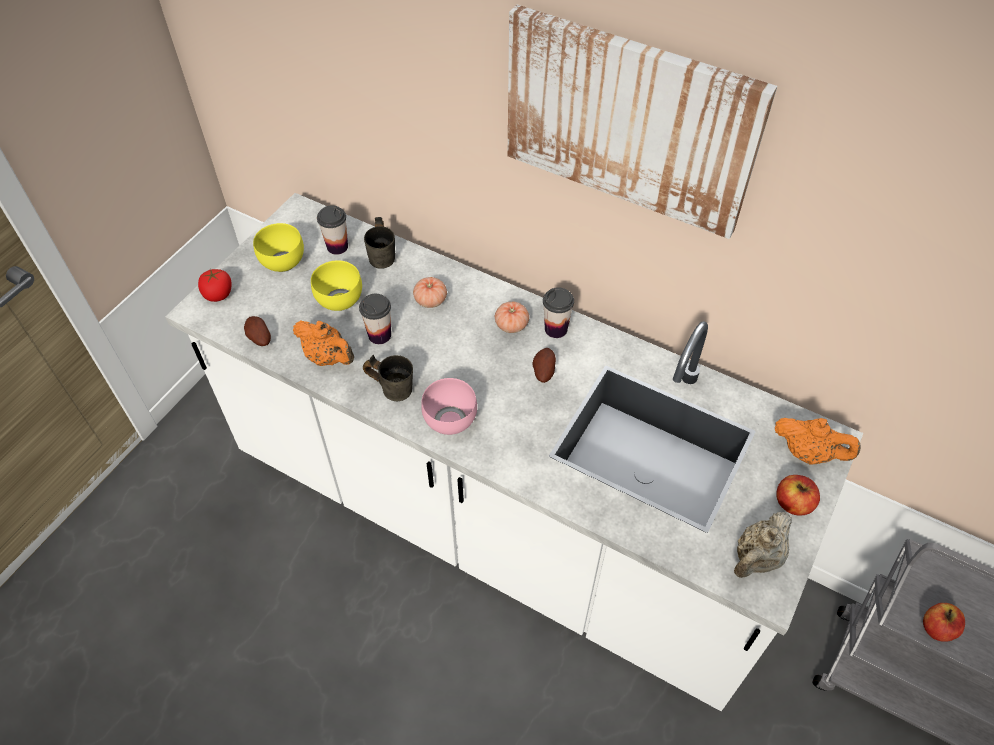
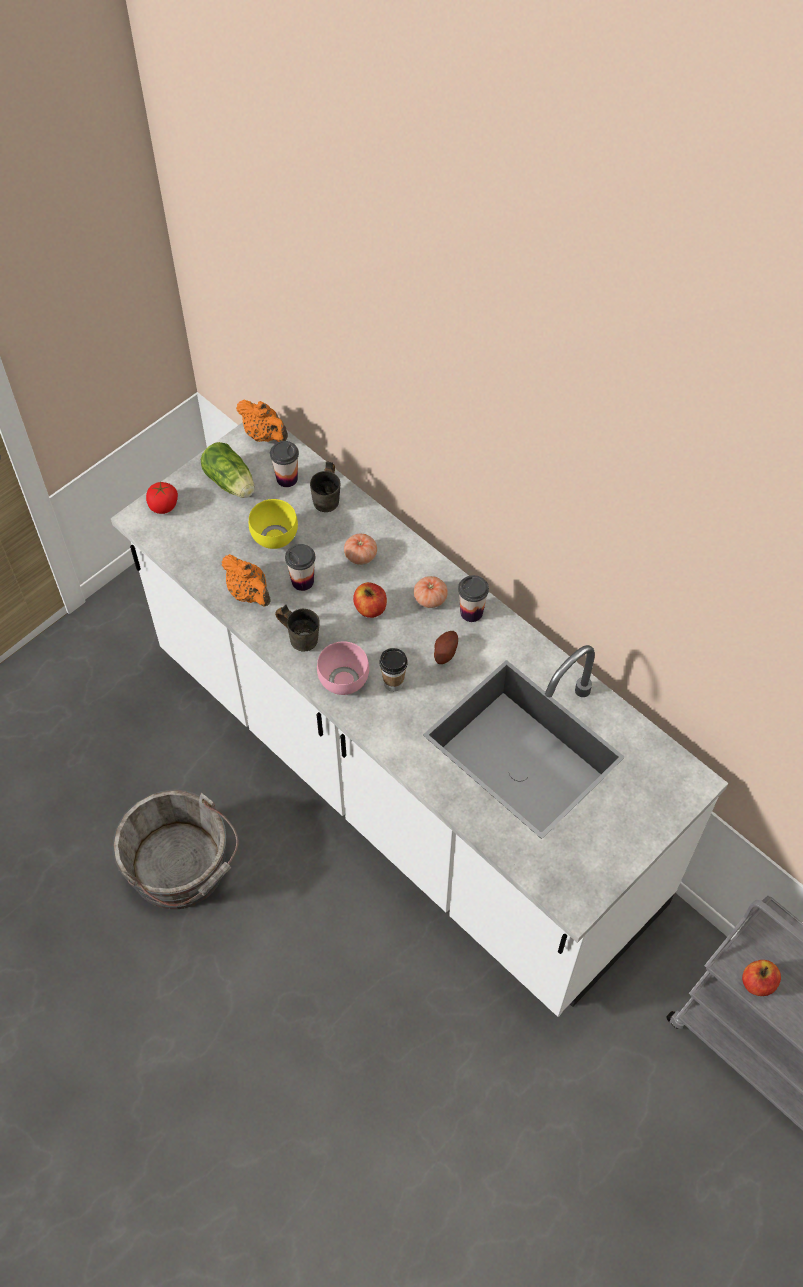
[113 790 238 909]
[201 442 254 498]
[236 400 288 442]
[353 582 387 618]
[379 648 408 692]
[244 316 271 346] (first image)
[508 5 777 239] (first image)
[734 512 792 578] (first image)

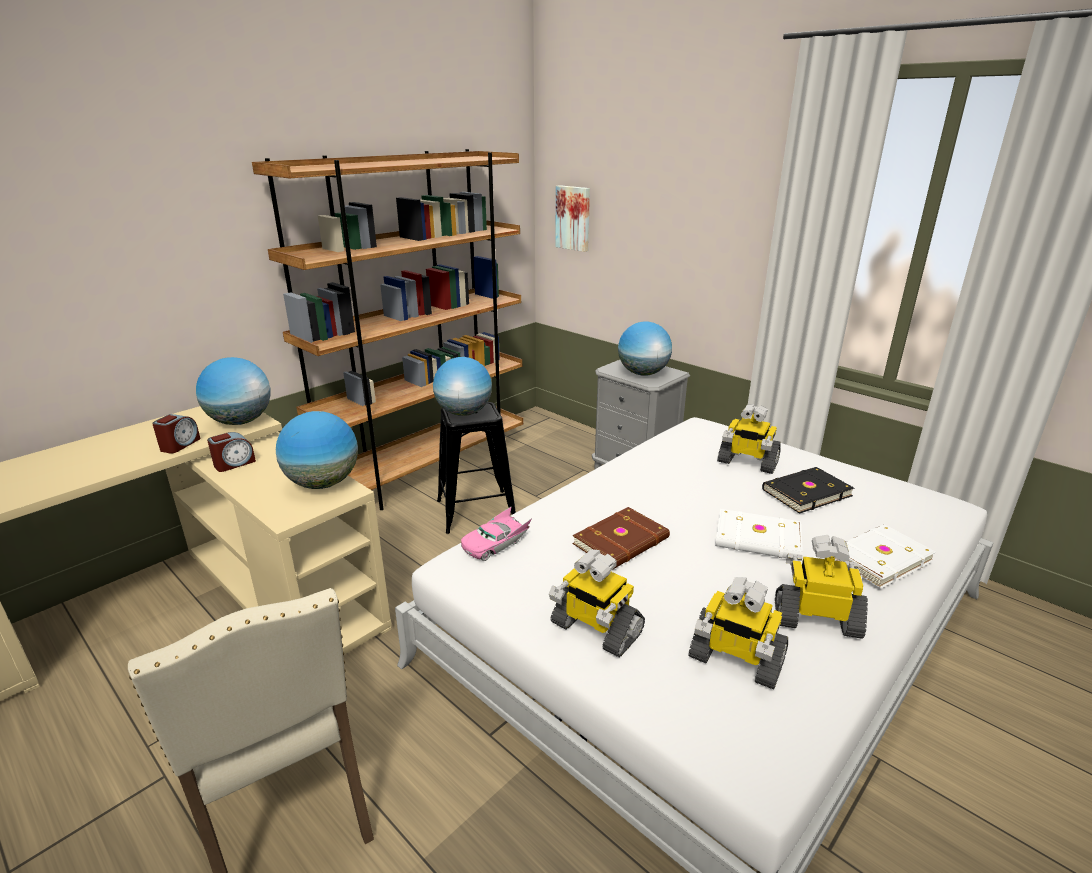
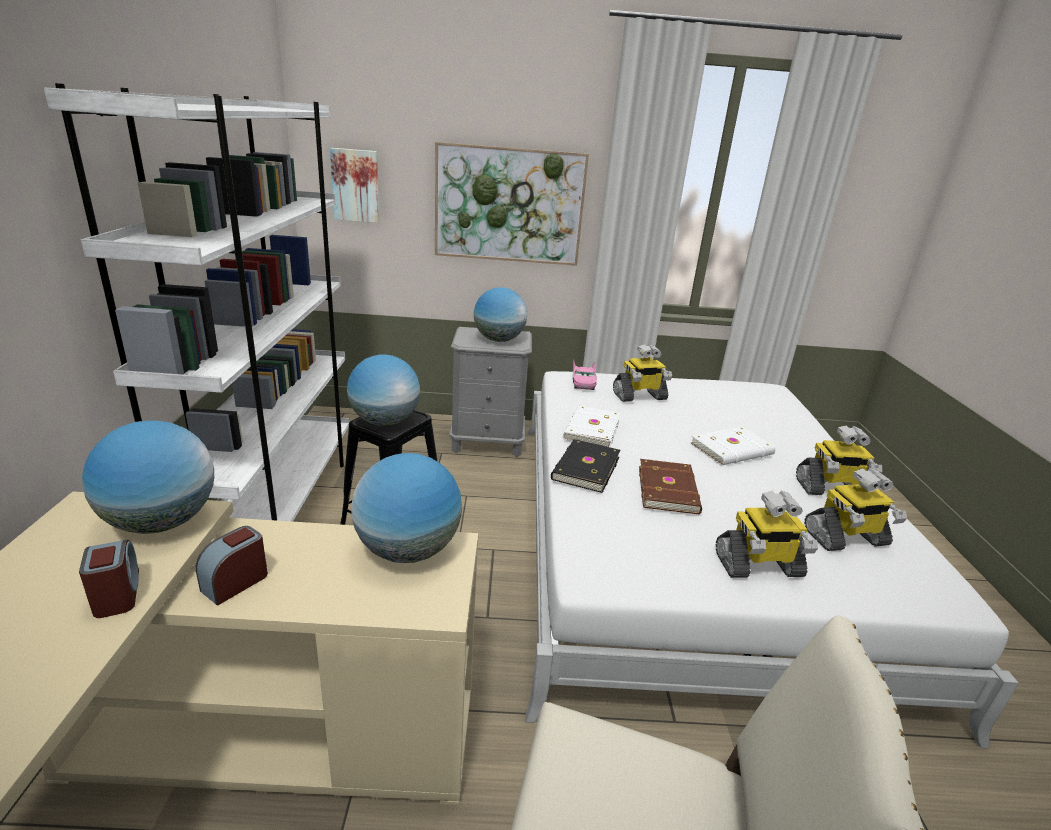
[44 83 349 522]
[196 526 268 606]
[435 142 589 266]
[551 439 620 493]
[563 406 621 447]
[573 361 597 390]
[796 425 883 495]

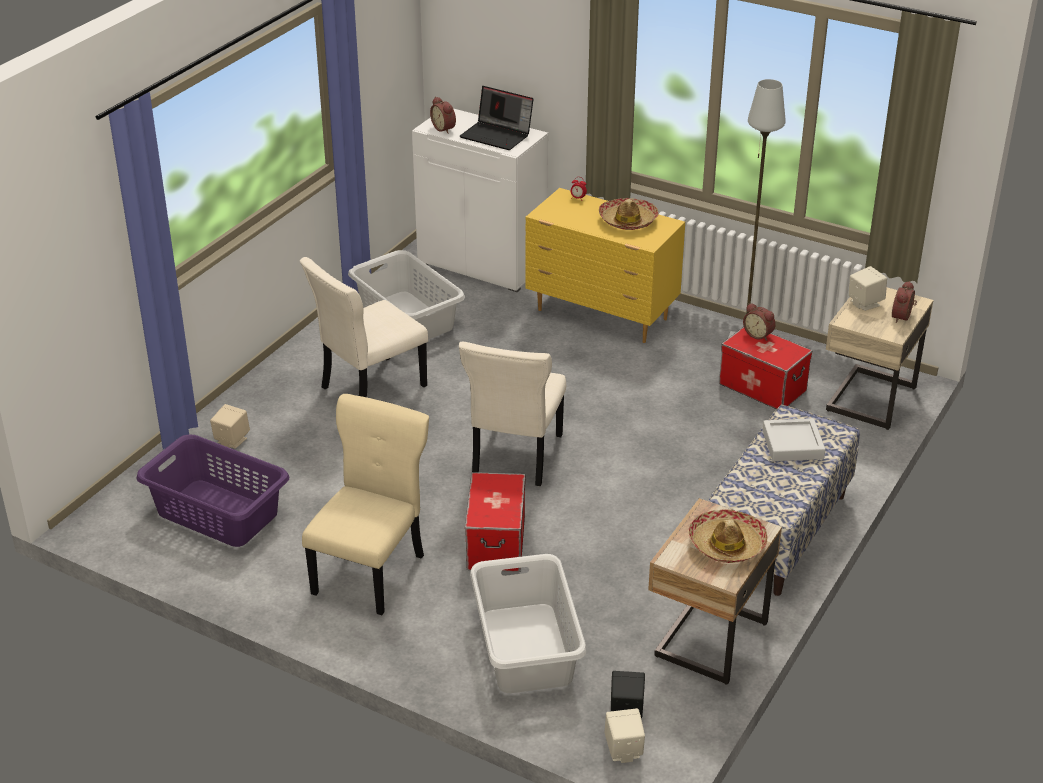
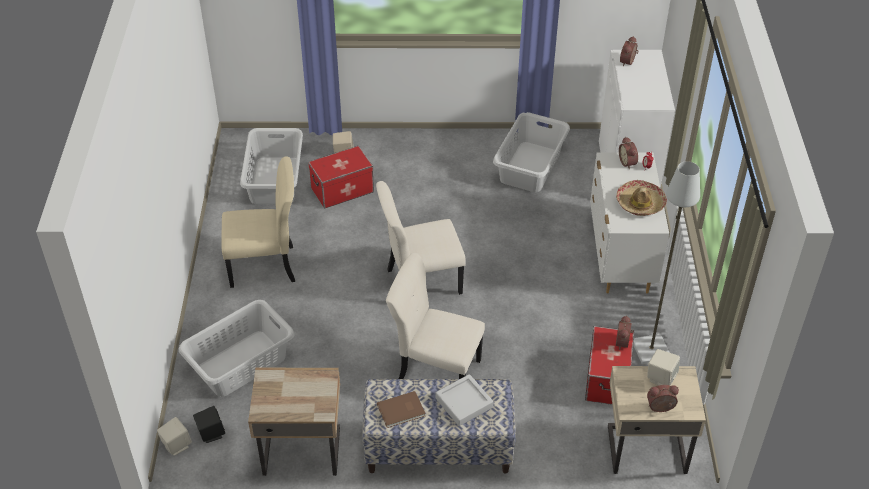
[240 128 303 204]
[308 146 374 209]
[377 391 426 428]
[386 253 485 379]
[590 152 669 294]
[619 137 638 169]
[460 86 534 150] (first image)
[689 509 768 563] (first image)

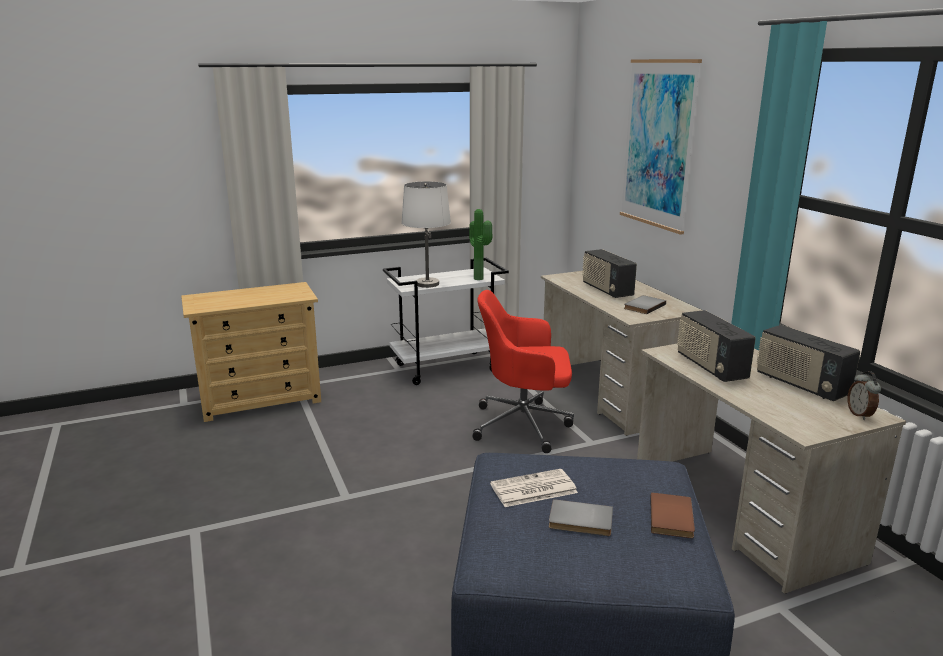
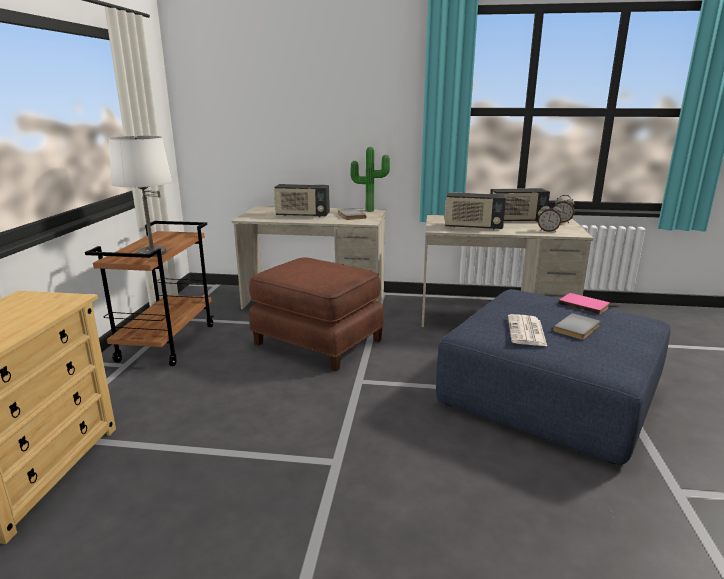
[85 221 213 366]
[249 258 384 371]
[351 147 390 212]
[538 202 562 232]
[558 293 609 315]
[620 59 702 235] (first image)

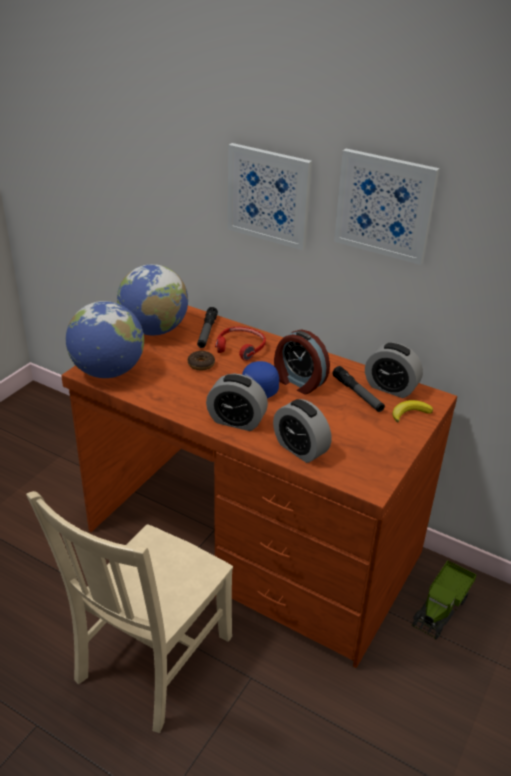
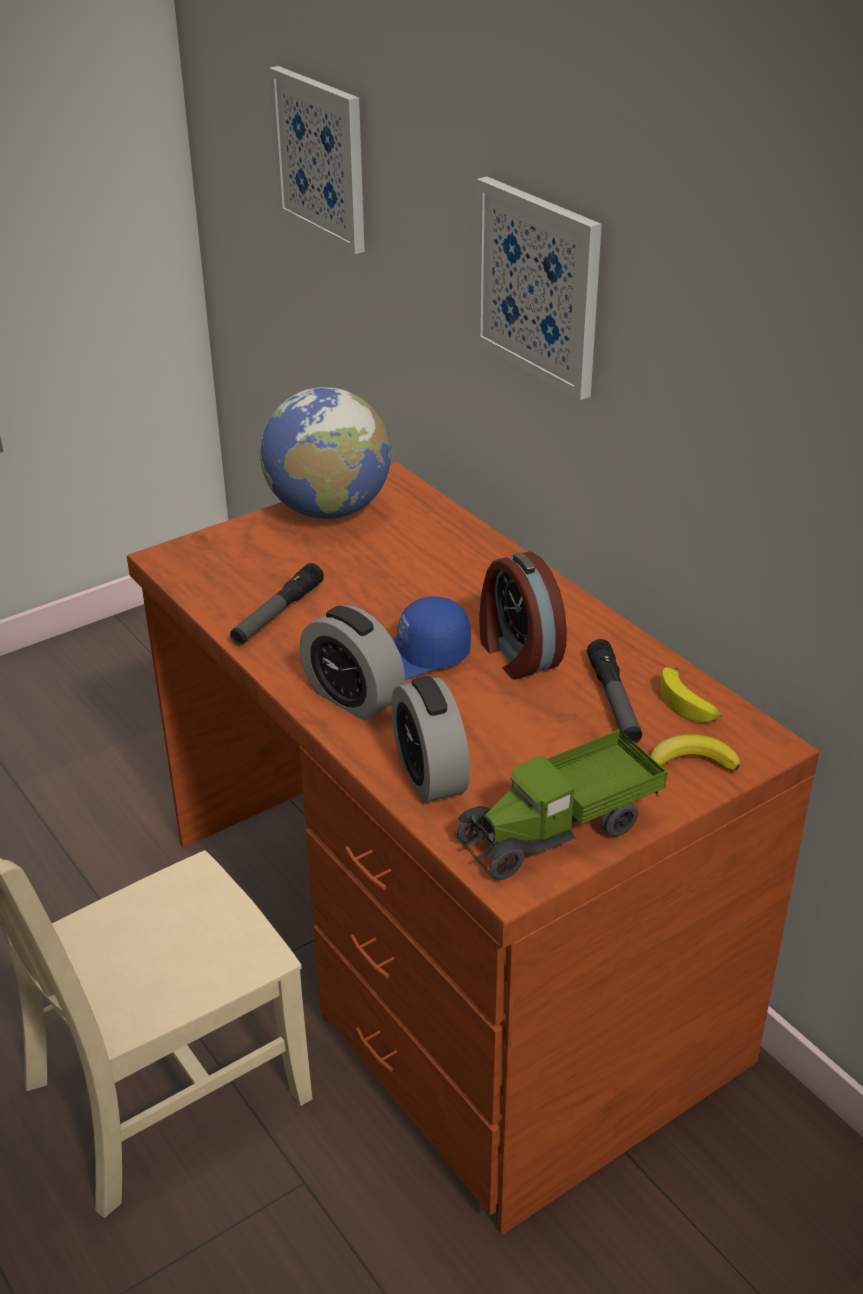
[230 563 324 645]
[269 66 365 254]
[454 729 667 880]
[661 667 722 722]
[66 301 144 378] (first image)
[188 351 215 370] (first image)
[215 327 266 361] (first image)

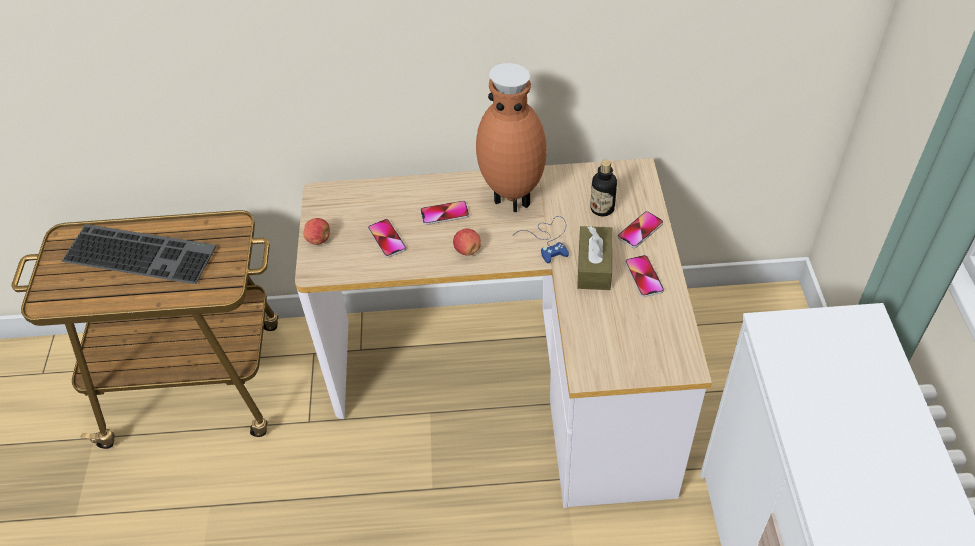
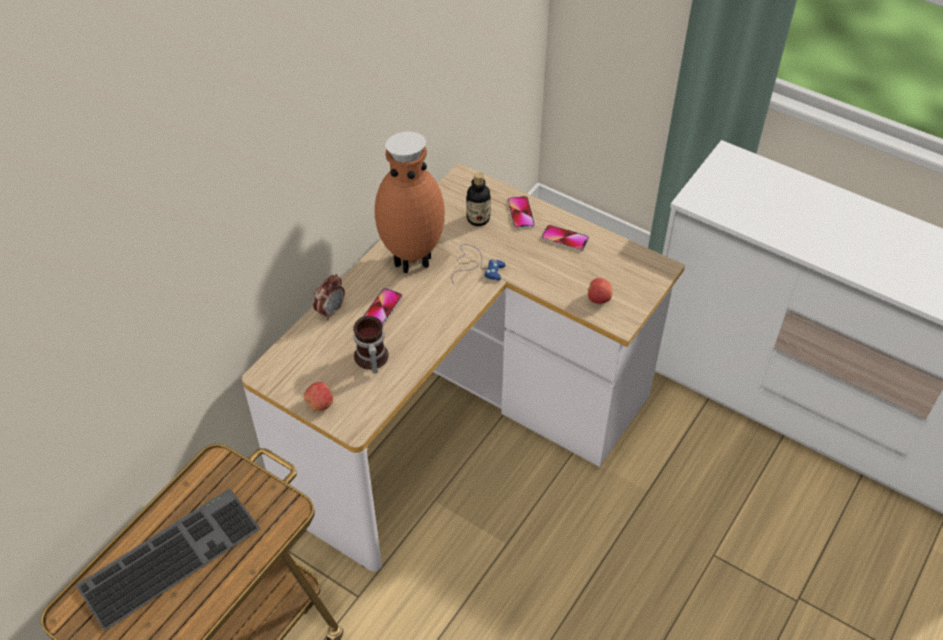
[313 274 345 320]
[353 316 389 374]
[587 278 612 304]
[577 226 613 290] (first image)

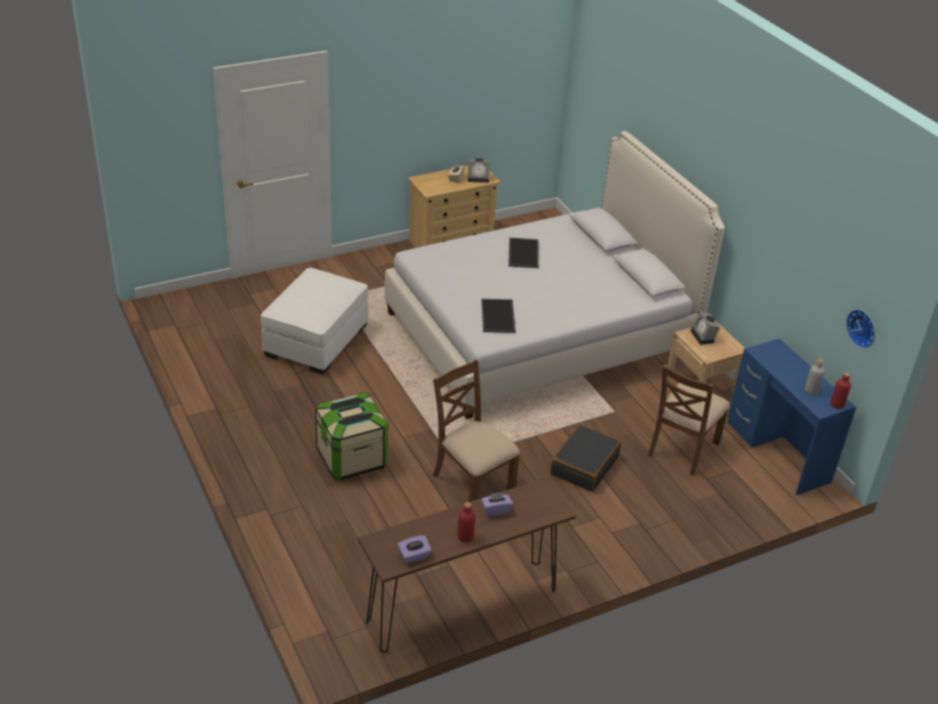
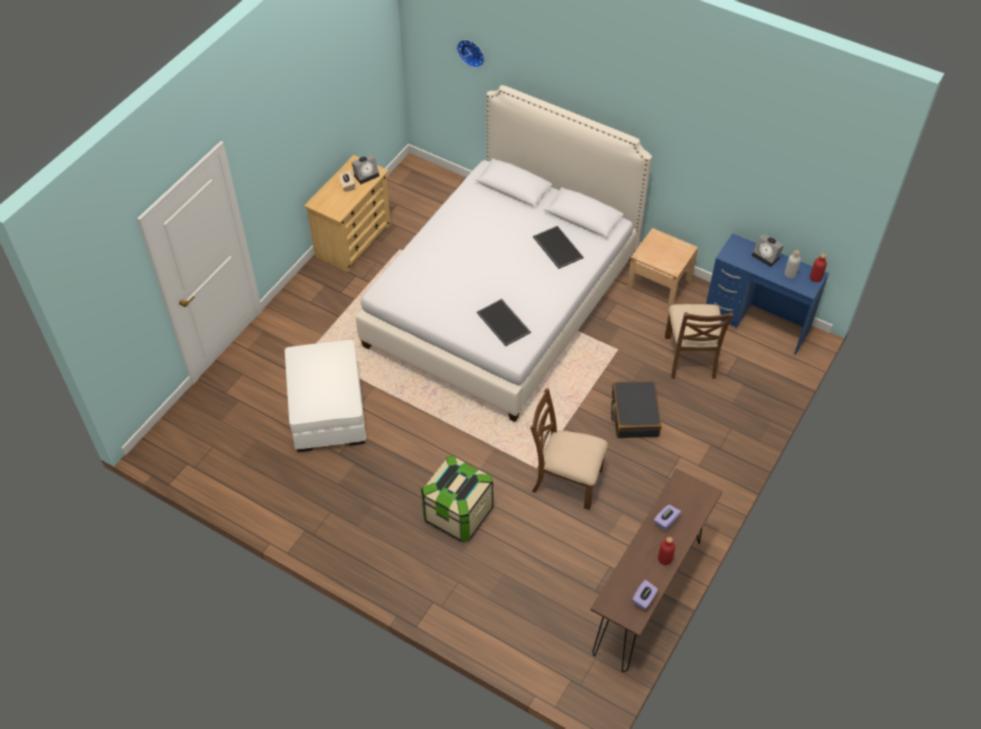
[457 39 484 68]
[533 226 584 269]
[752 234 784 267]

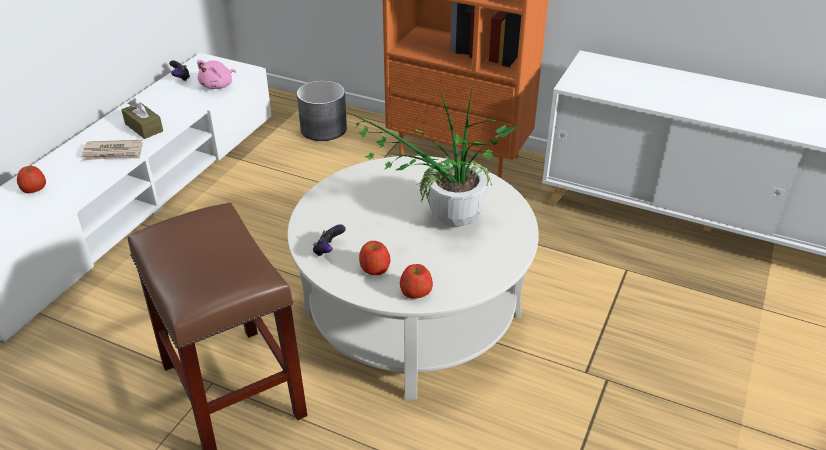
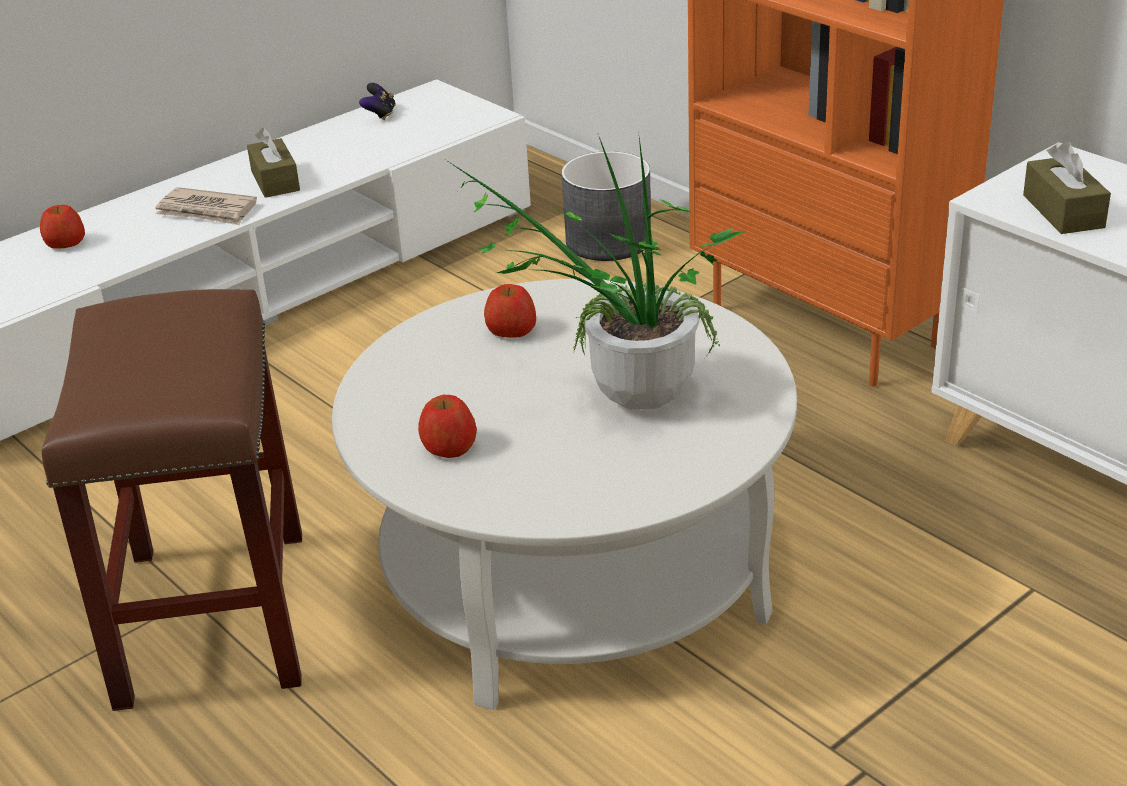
[484 284 536 338]
[1023 142 1111 234]
[197 60 236 89] (first image)
[313 224 346 256] (first image)

